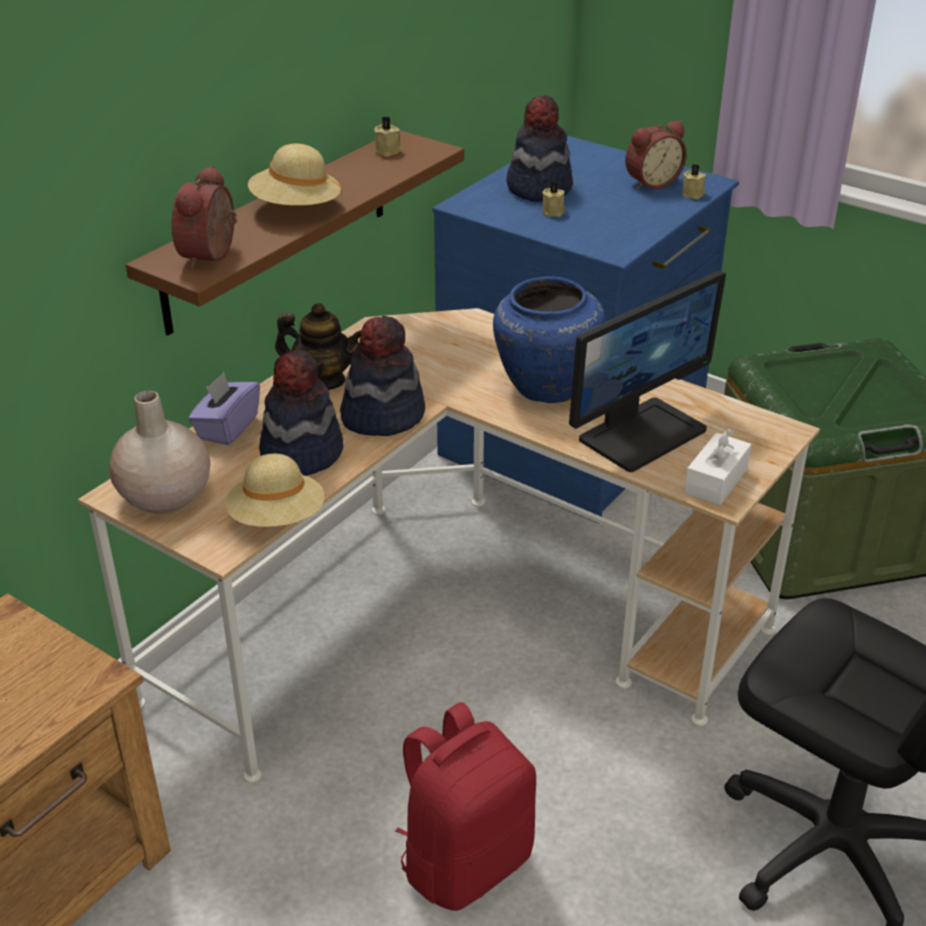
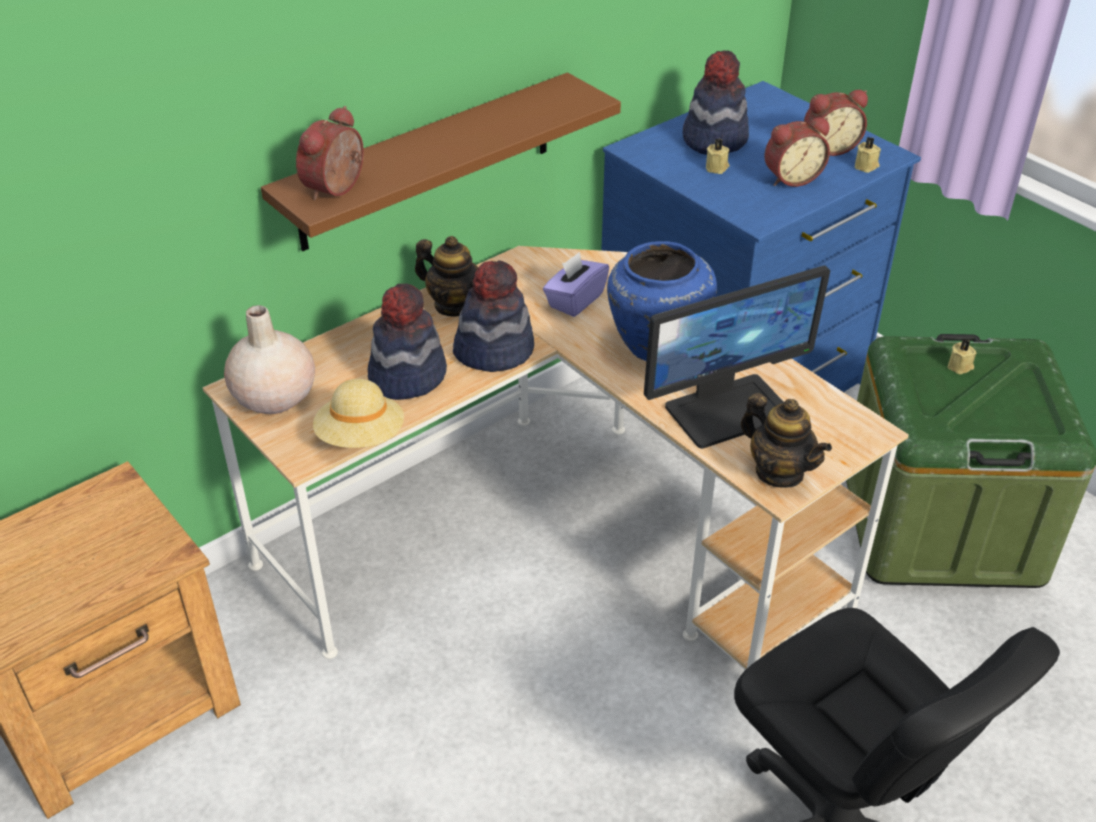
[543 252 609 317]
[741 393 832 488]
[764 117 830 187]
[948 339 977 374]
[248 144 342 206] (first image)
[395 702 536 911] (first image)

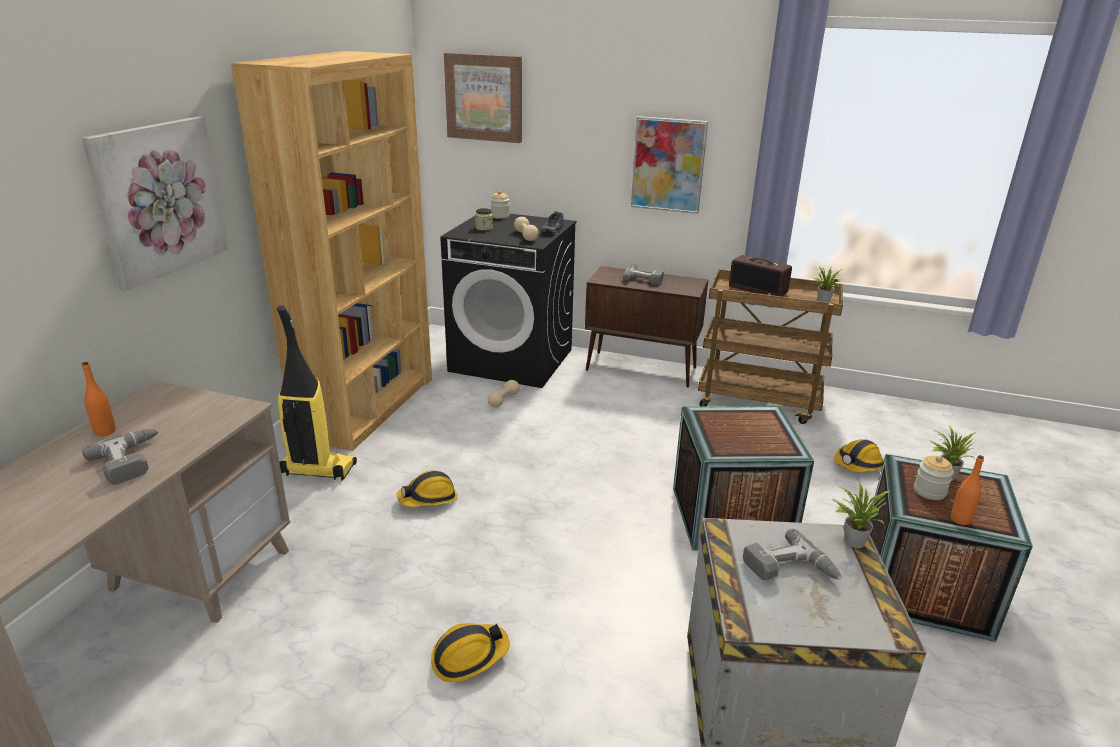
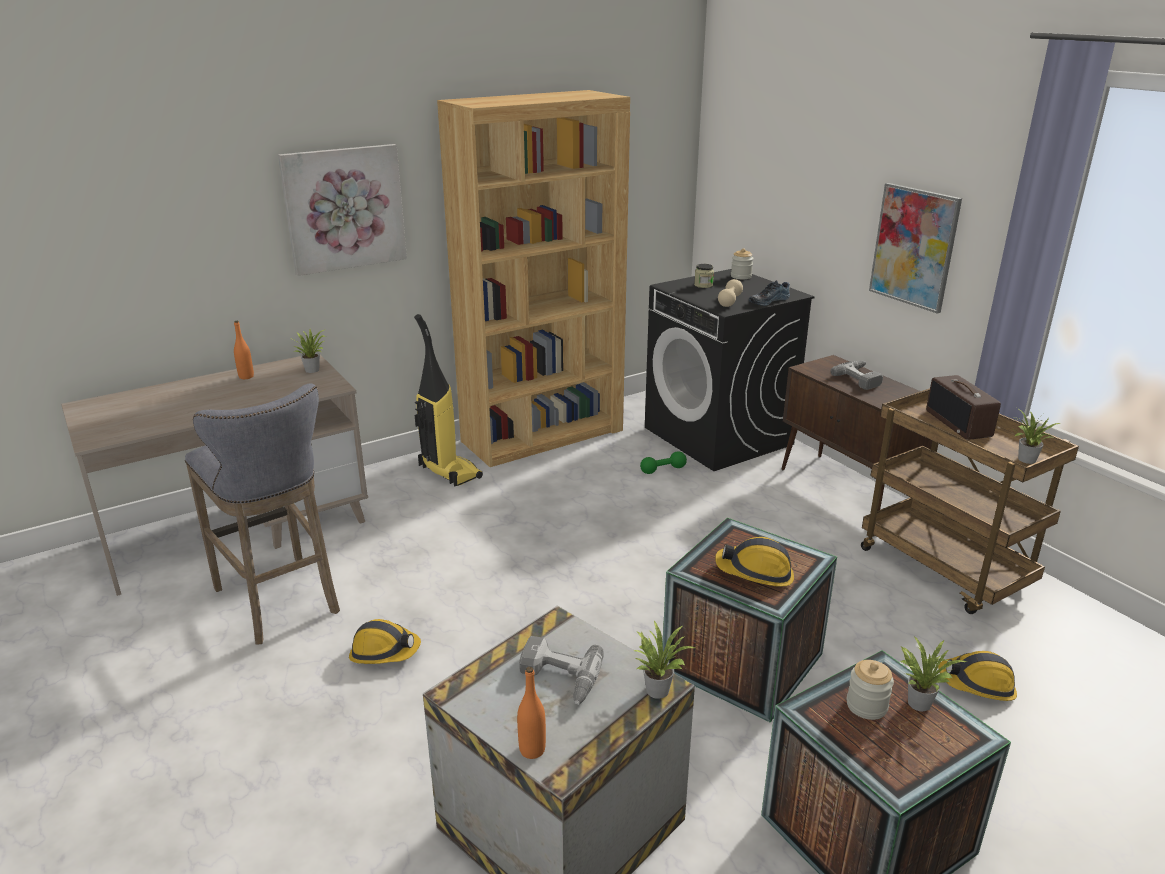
[185 383 340 645]
[289 329 326 373]
[517 667 546 759]
[640 451 687 474]
[715 537 794 587]
[82 429 159 485] (first image)
[444 53 522 143] (first image)

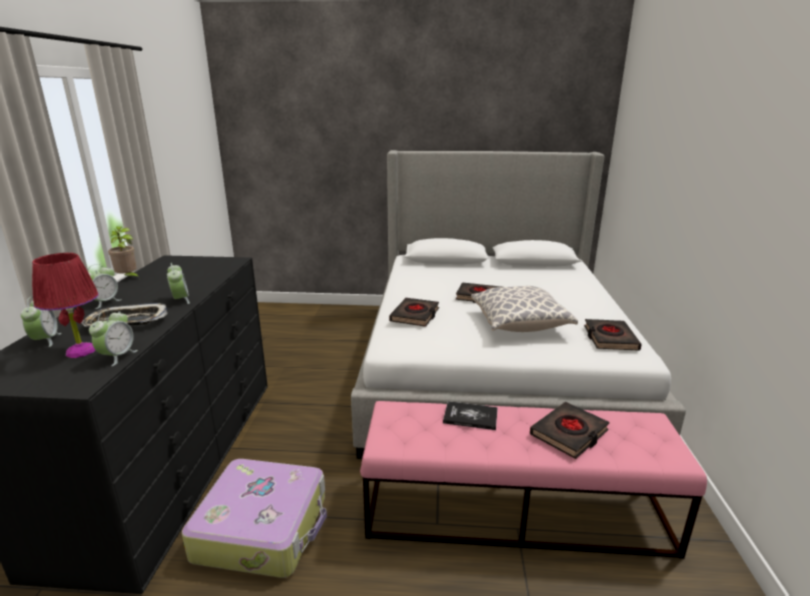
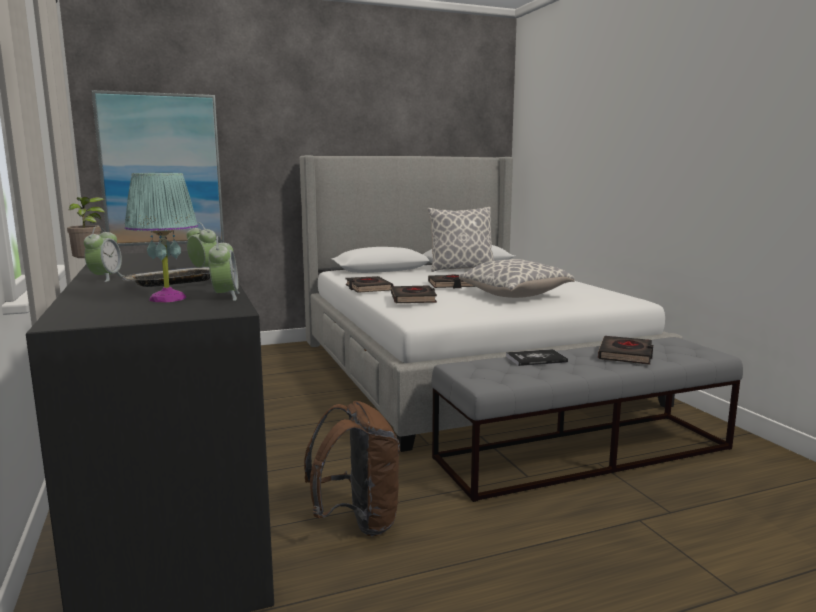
[91 90 224 246]
[125 173 198 302]
[304 401 400 536]
[345 276 393 293]
[427 207 494 272]
[431 337 743 502]
[21 297 61 347] (first image)

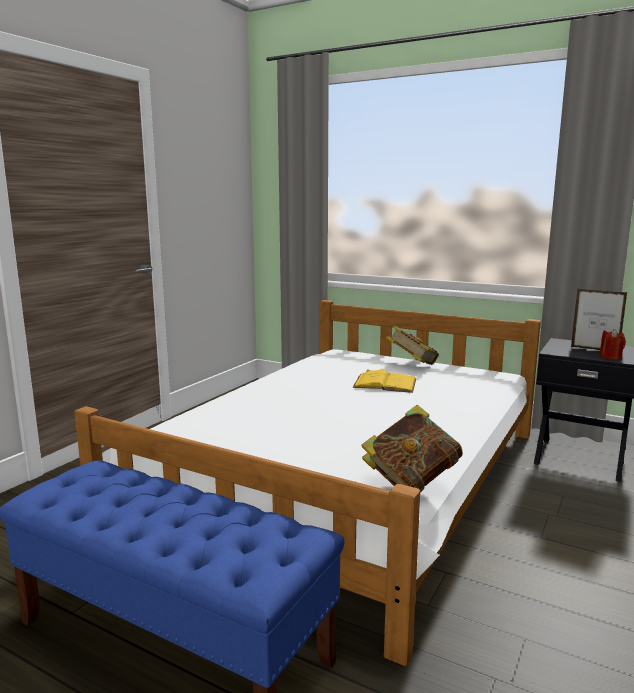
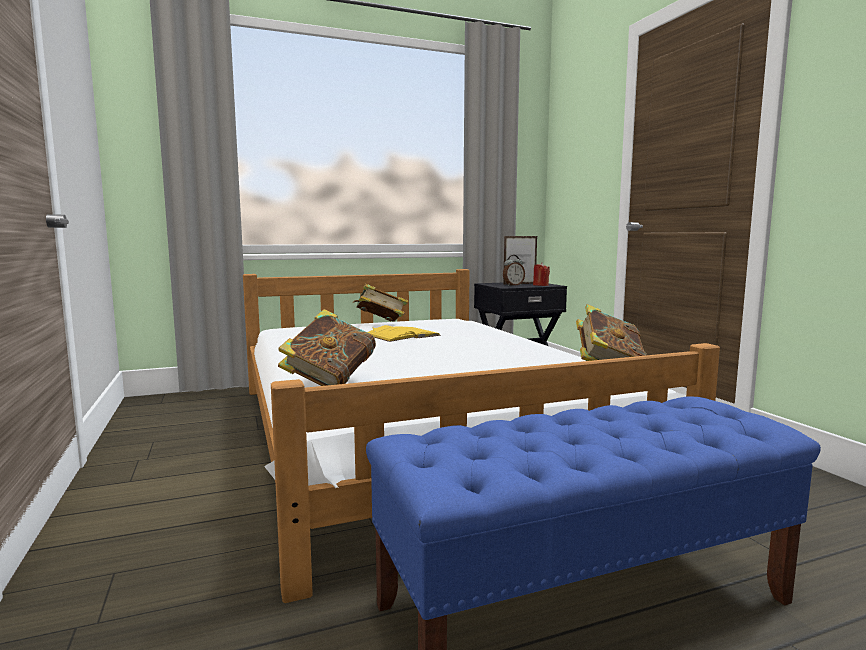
[278 309 376 386]
[503 255 525 286]

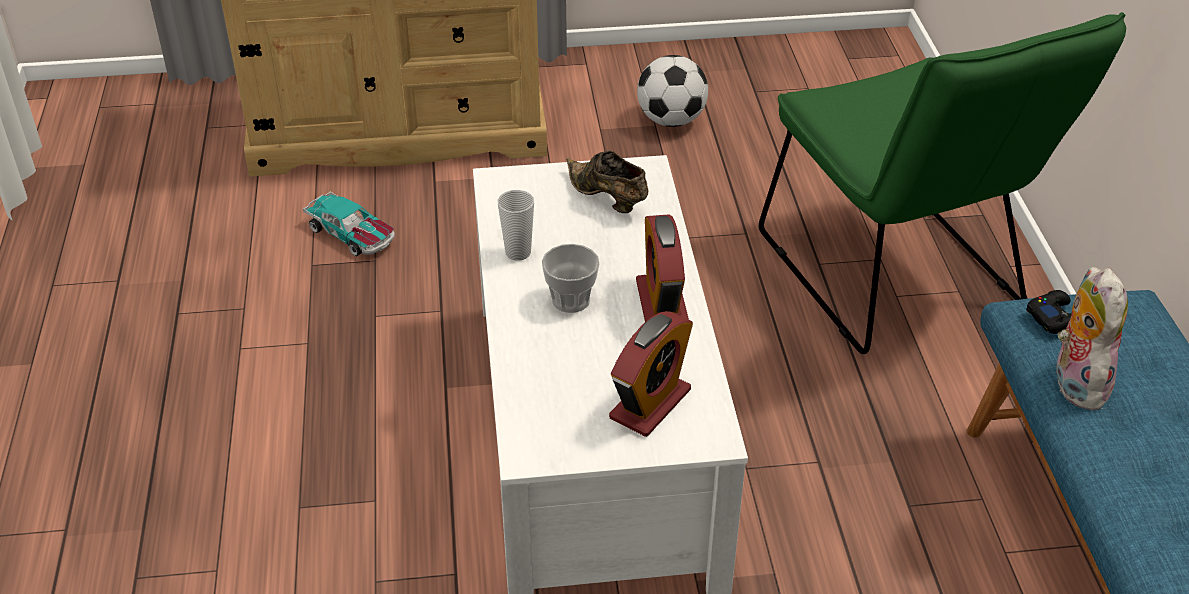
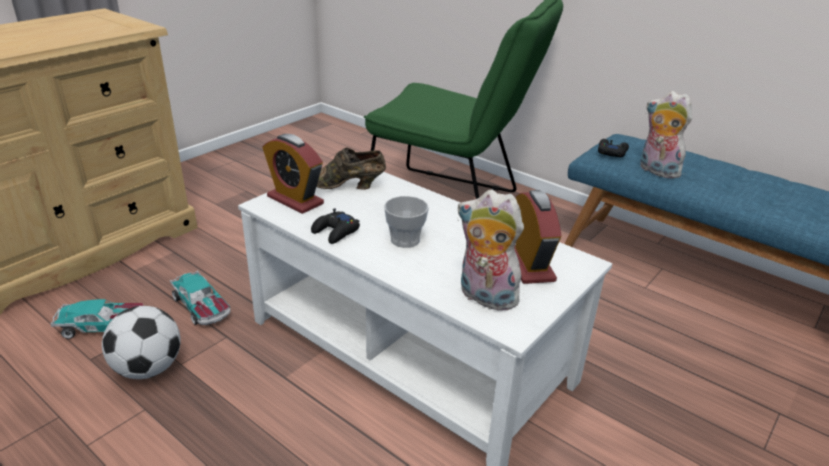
[102 306 181 379]
[170 270 231 325]
[262 134 324 214]
[311 208 360 244]
[457 190 526 311]

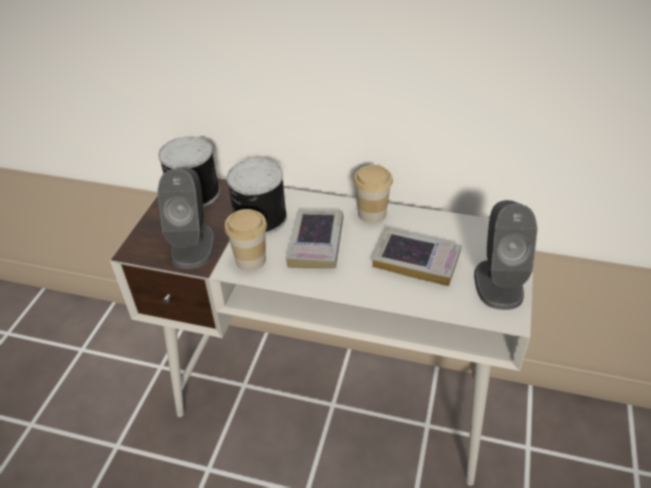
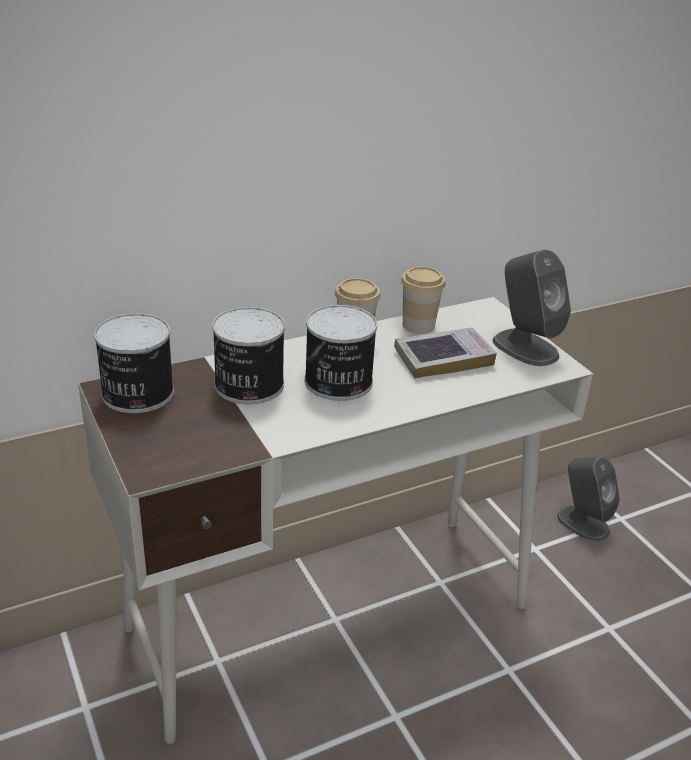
[305 305 377 401]
[401 267 445 334]
[557 457 620 541]

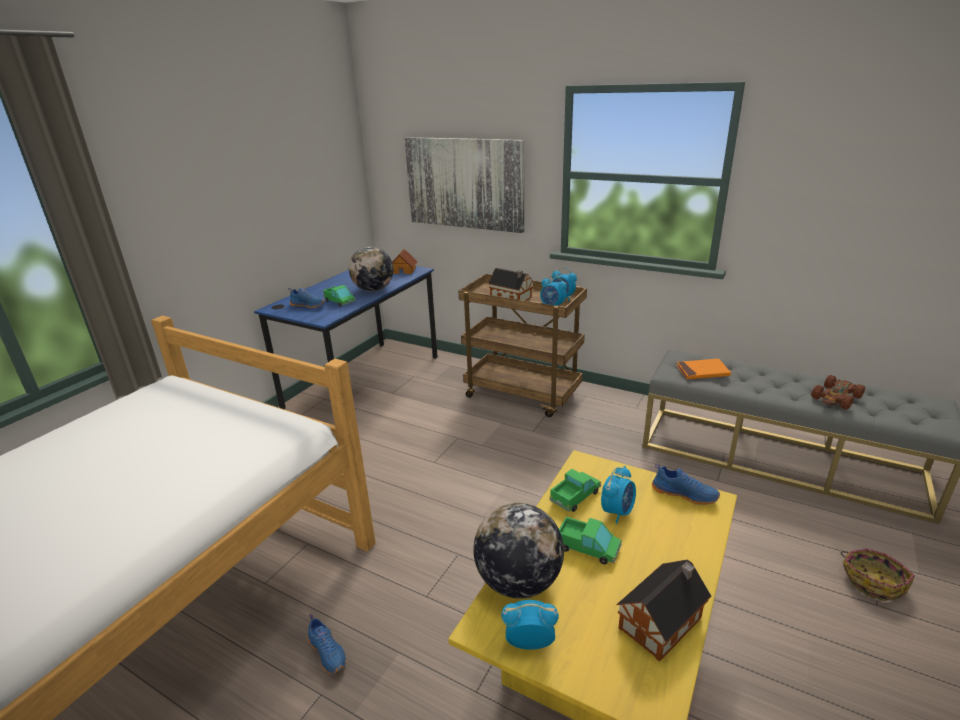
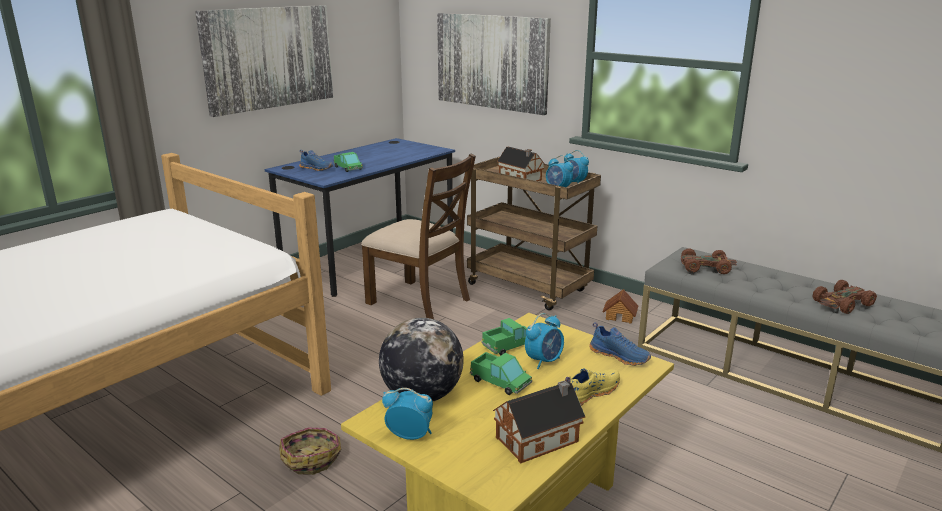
[195 5 333 117]
[279 428 341 475]
[361 154 476 319]
[565 368 620 406]
[602 289 638 323]
[681 248 737 274]
[308 614 347 674] (first image)
[349 247 393 291] (first image)

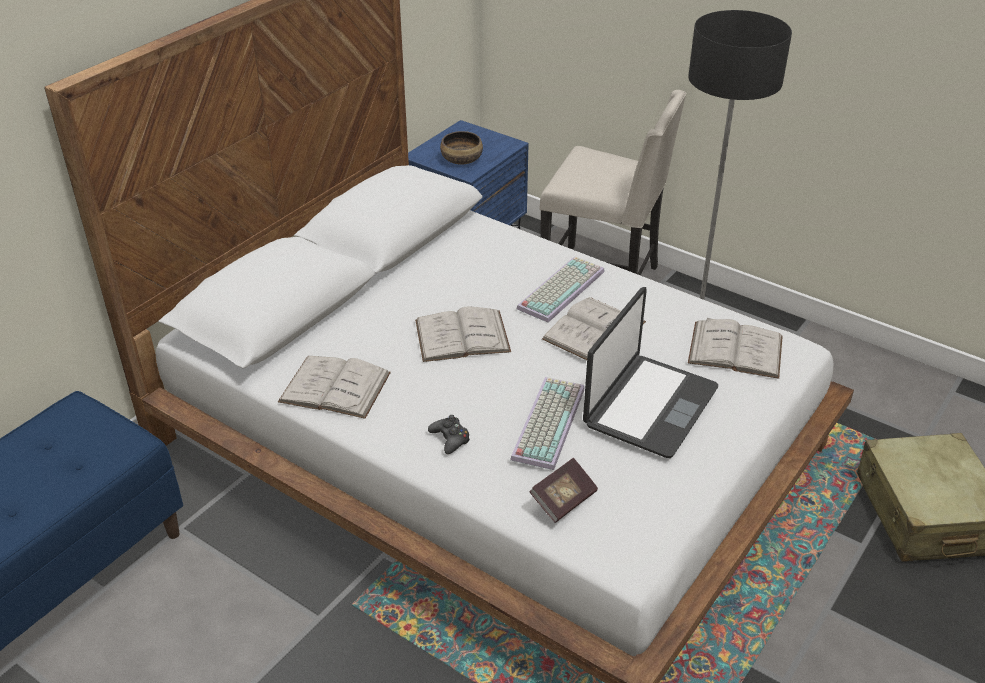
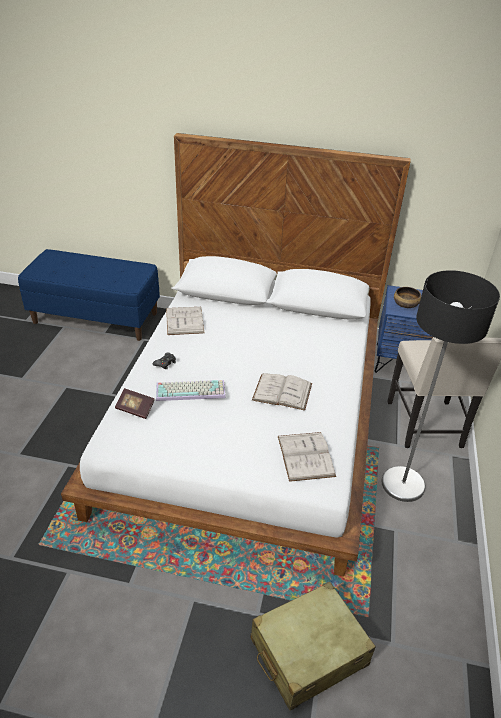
[415 307 511 362] (first image)
[517 256 605 323] (first image)
[583 287 718 458] (first image)

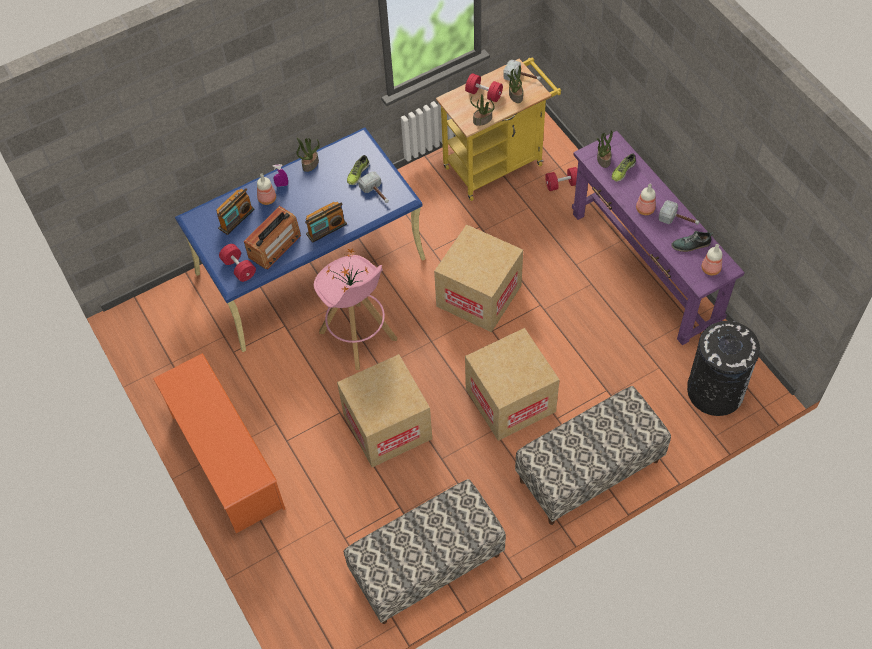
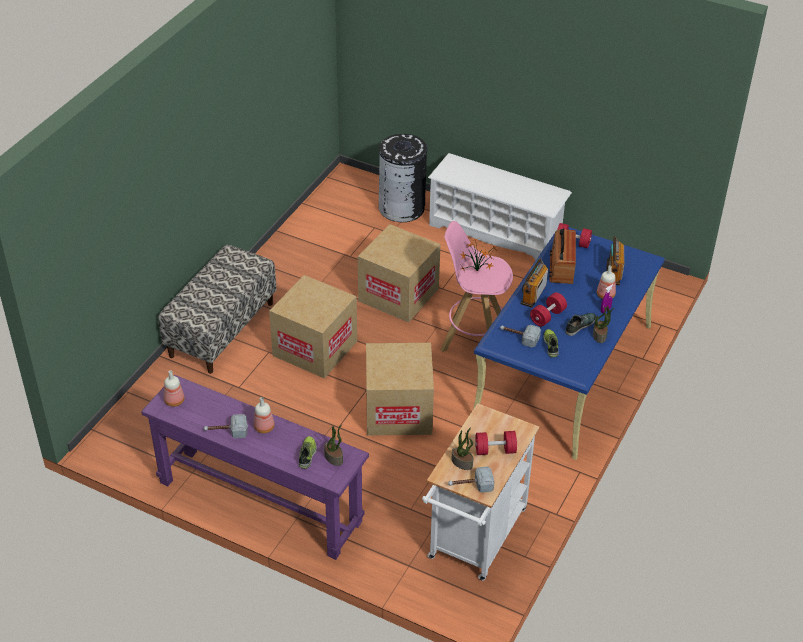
[378 134 427 222]
[422 403 539 581]
[428 153 572 261]
[530 293 567 327]
[565 313 596 336]
[344 479 506 624] (first image)
[470 95 495 126] (first image)

